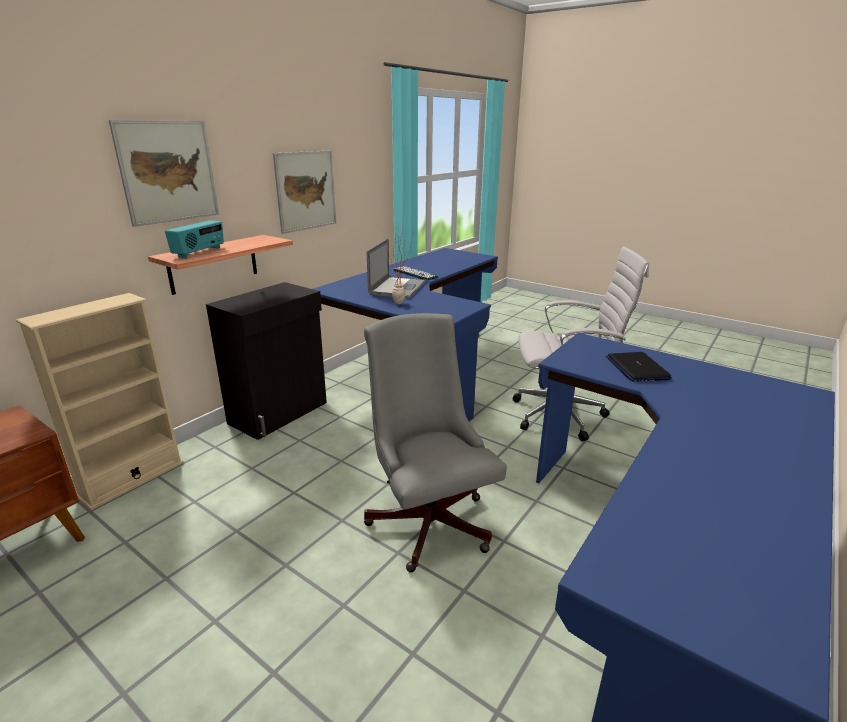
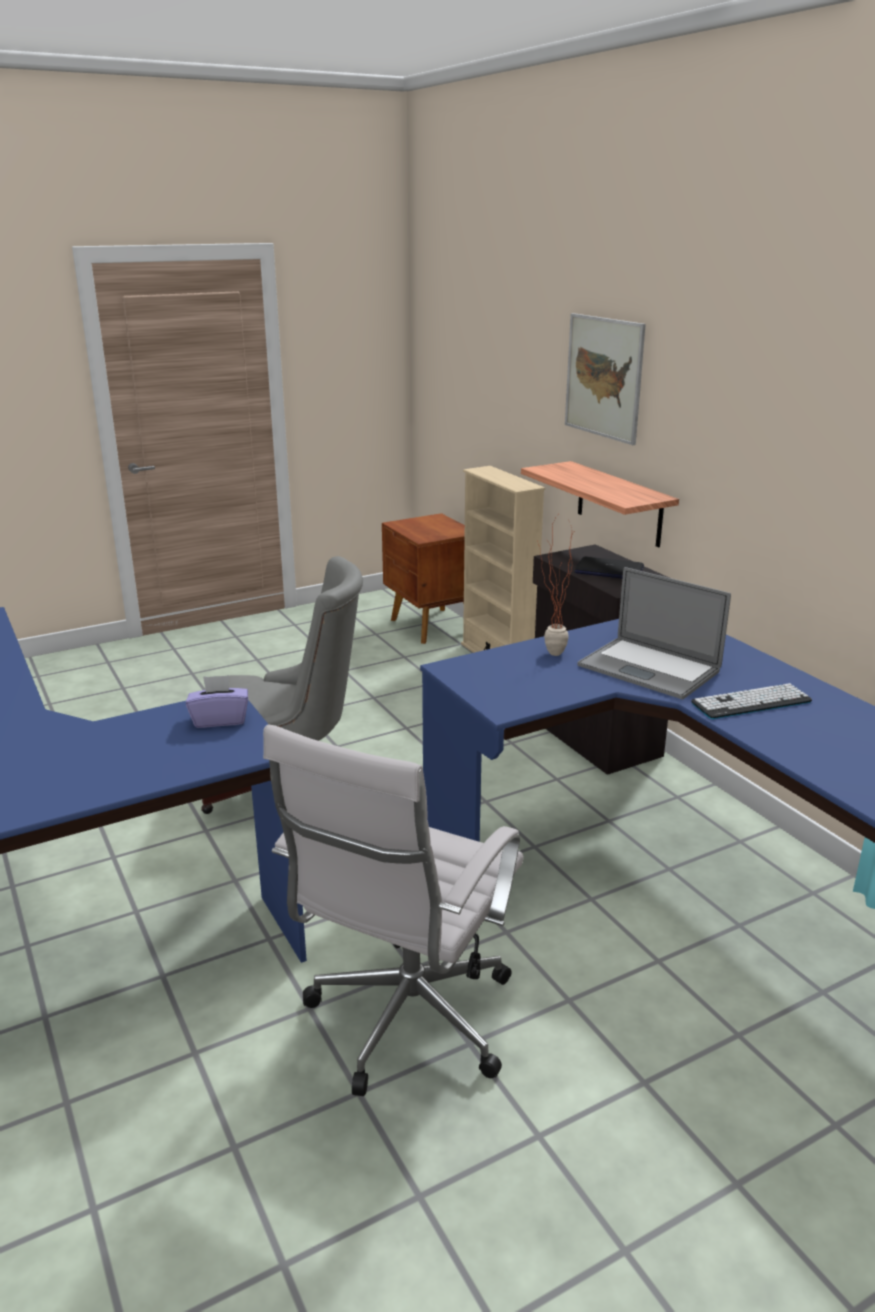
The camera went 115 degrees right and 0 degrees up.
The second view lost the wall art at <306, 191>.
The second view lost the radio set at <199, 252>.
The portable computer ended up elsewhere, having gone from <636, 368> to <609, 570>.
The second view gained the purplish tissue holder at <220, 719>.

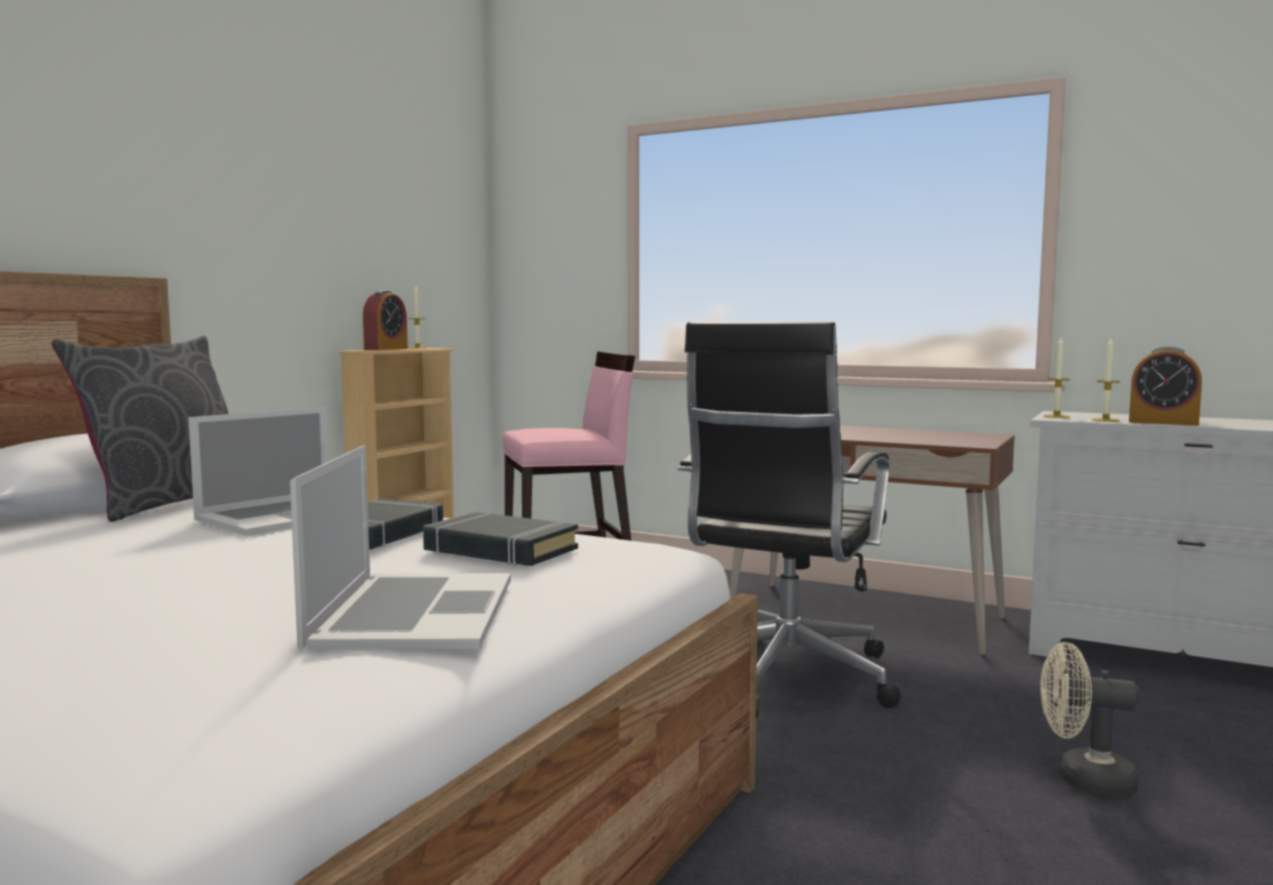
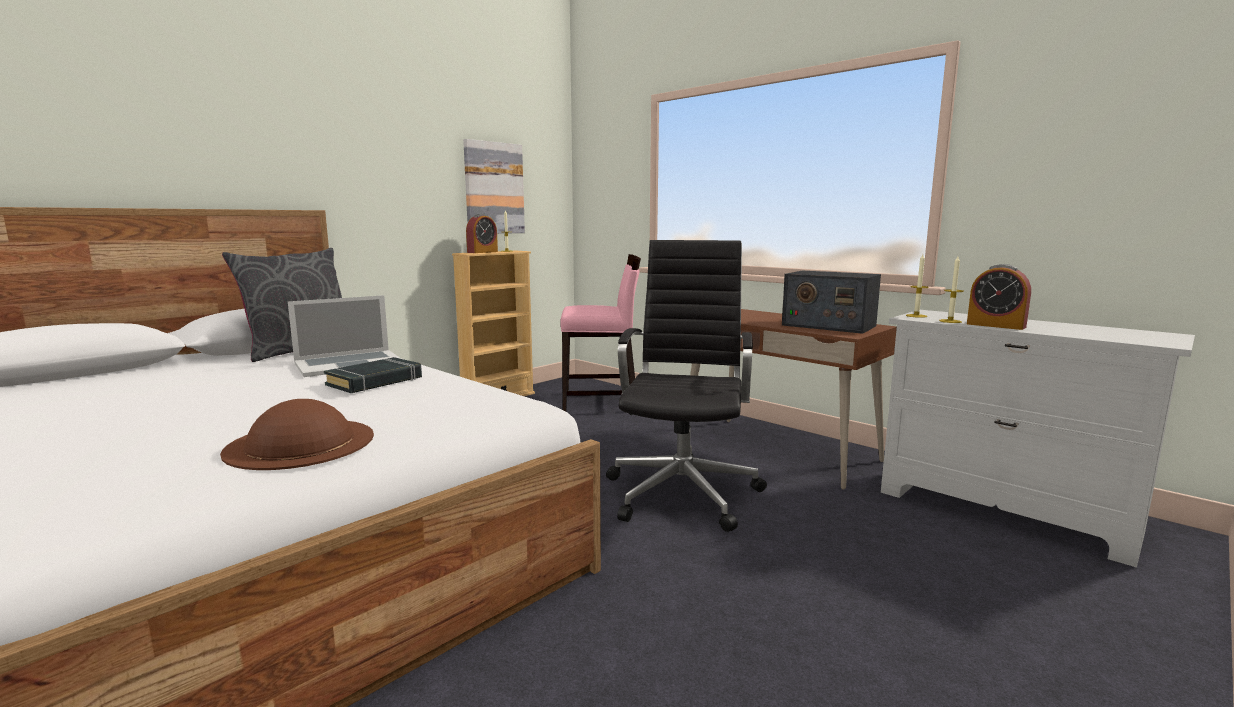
The camera went 15 degrees right and 5 degrees up.
The black office chair at <783, 678> ended up facing another way, 150 degrees clockwise from before.
Where the portable computer stood at <413, 612>, the brown hat came to stand at <300, 443>.
The second view lost the black bound book at <499, 550>.
The second view lost the beige cooling fan at <1083, 779>.
The second view gained the wall art at <494, 188>.
The second view gained the radio set at <828, 325>.

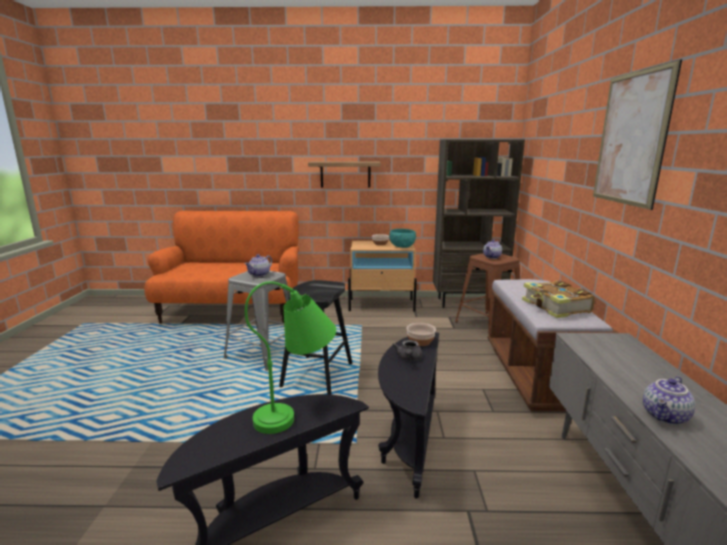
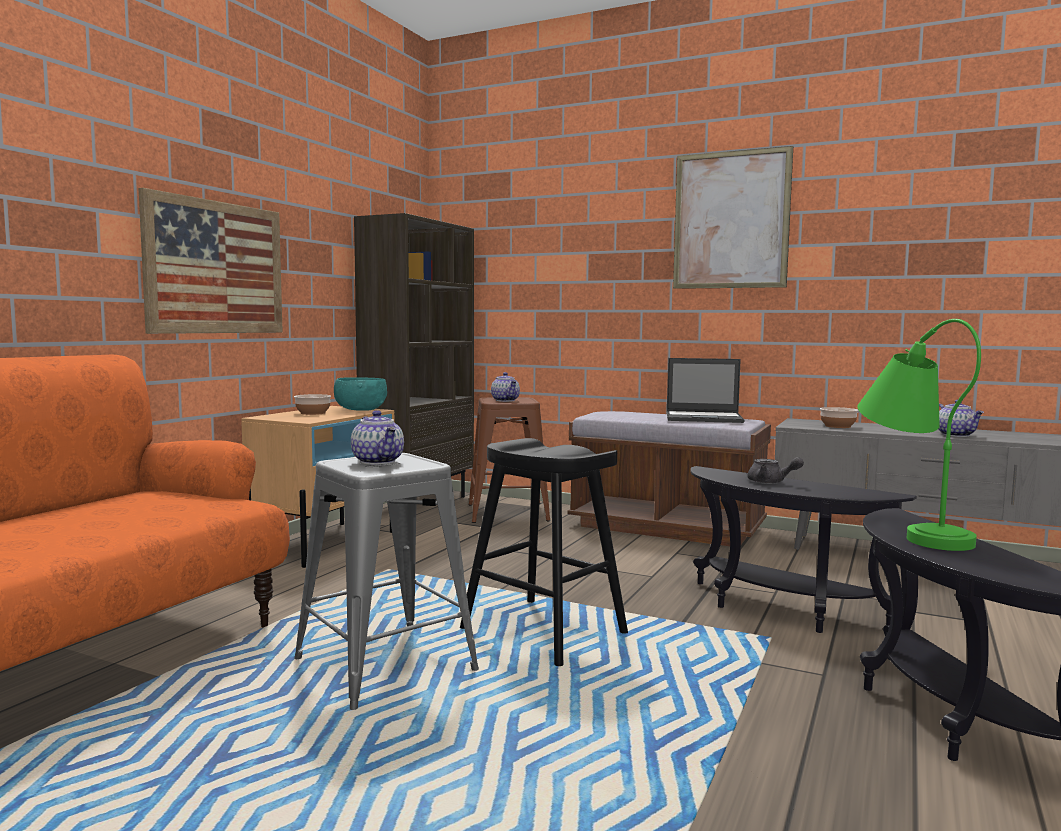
The camera went 65 degrees left and 10 degrees down.
Where the wall shelf hung at <345, 174>, the wall art came to hang at <215, 267>.
Where the bound book stood at <555, 307>, the portable computer came to stand at <704, 418>.
The deep dish ended up elsewhere, having gone from <420, 341> to <838, 426>.

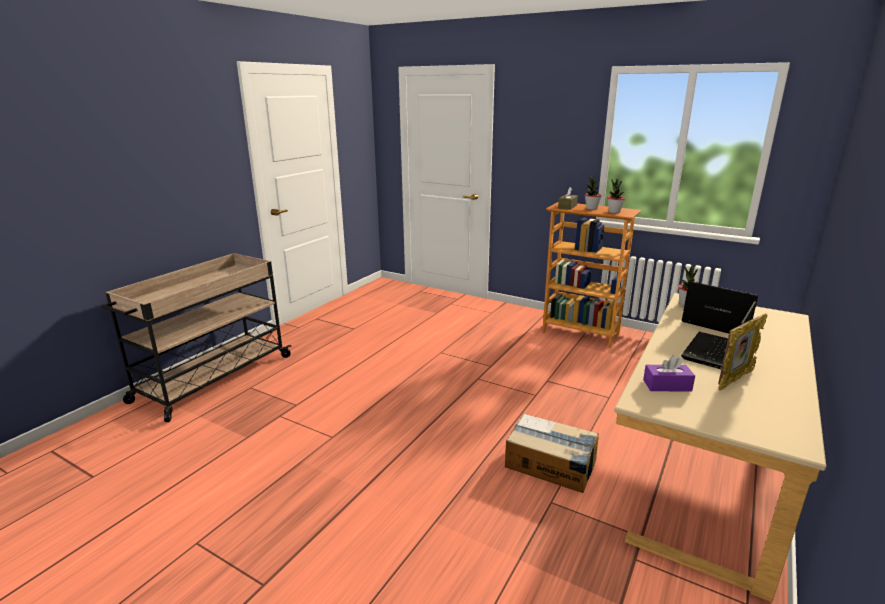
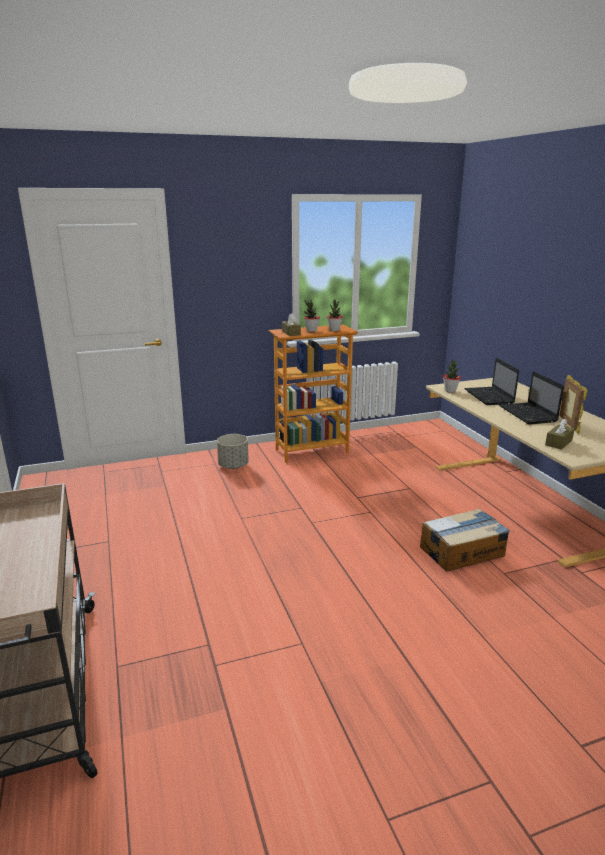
The camera went 50 degrees left and 0 degrees up.
The portable computer at <717, 324> ended up facing another way, 90 degrees counterclockwise from before.
What was the purplish tissue holder at <667, 385> turned into the brown tissue holder at <558, 442>.
The second view gained the grey flower pot at <233, 465>.

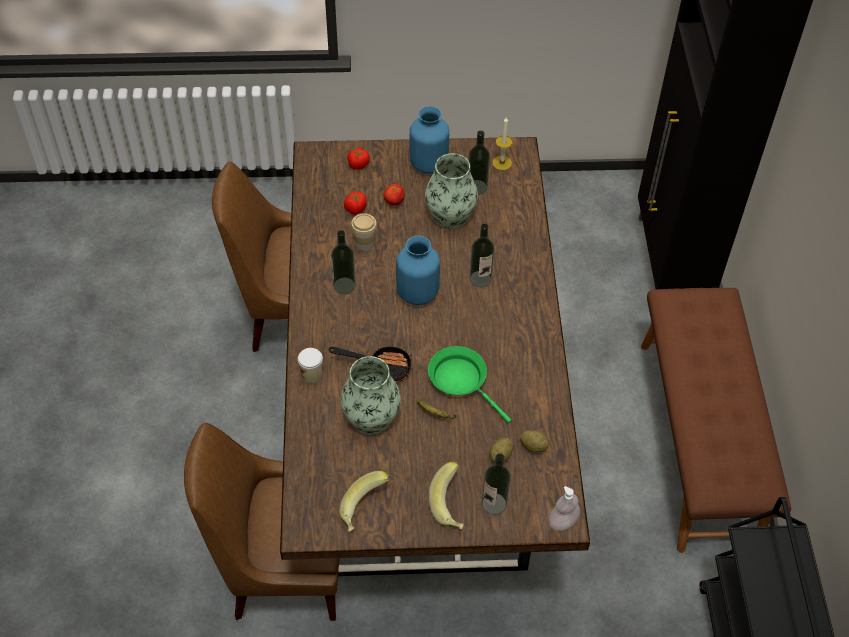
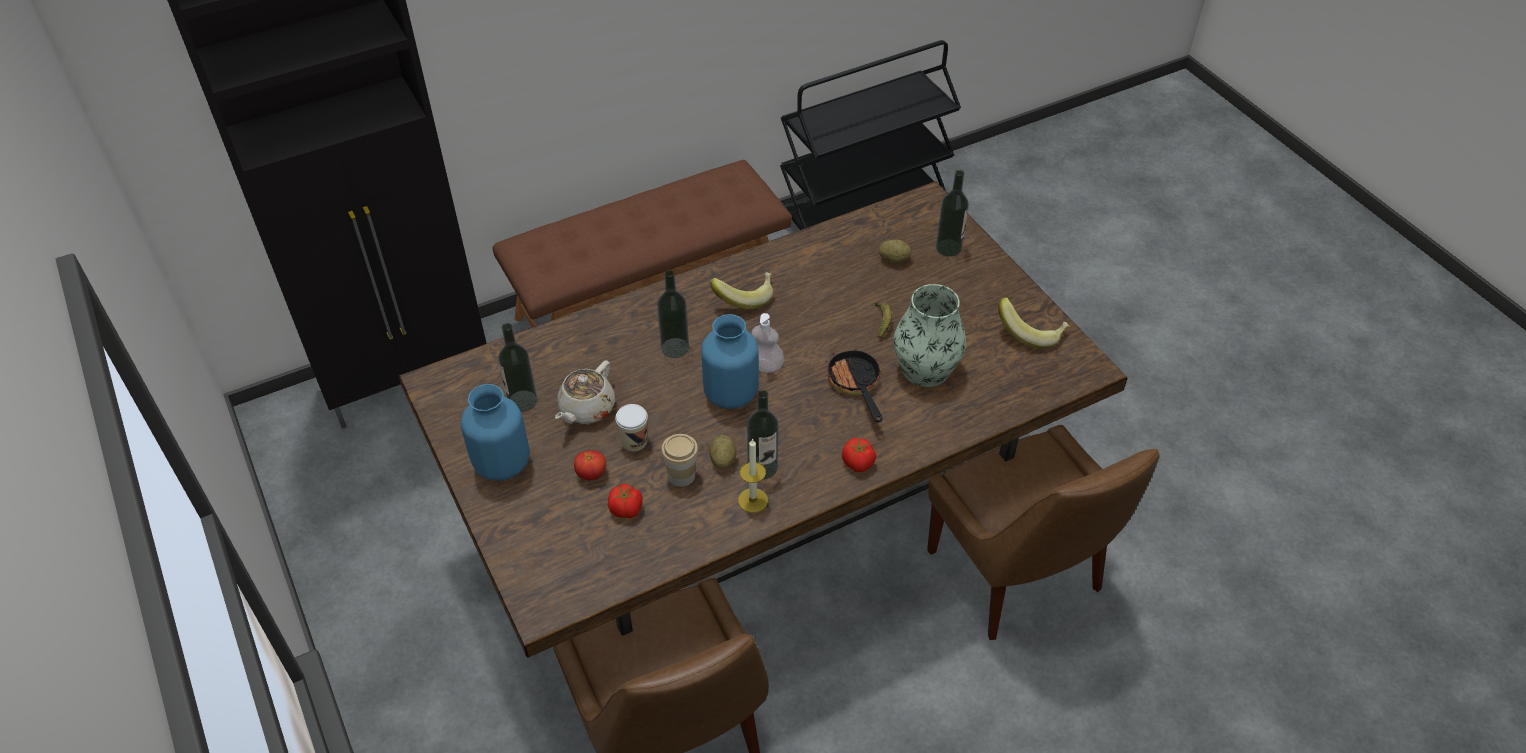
The camera went 115 degrees left and 5 degrees down.
The candle ended up elsewhere, having gone from <502, 163> to <753, 500>.
The fresh tomato ended up elsewhere, having gone from <358, 165> to <858, 464>.
Where the vase stood at <450, 215>, the beige pot for tea came to stand at <586, 409>.
The second view lost the green skillet at <461, 380>.
The cup ended up elsewhere, having gone from <311, 375> to <634, 441>.
The whole potato ended up elsewhere, having gone from <533, 446> to <723, 460>.
The banana ended up elsewhere, having gone from <451, 505> to <744, 297>.
The soap bottle ended up elsewhere, having gone from <563, 522> to <765, 365>.

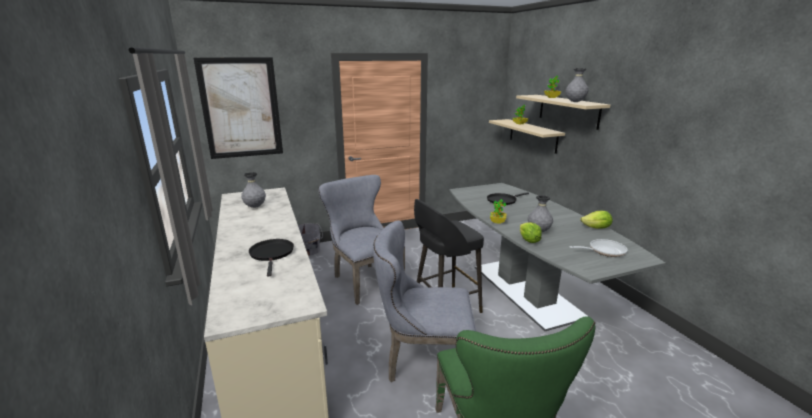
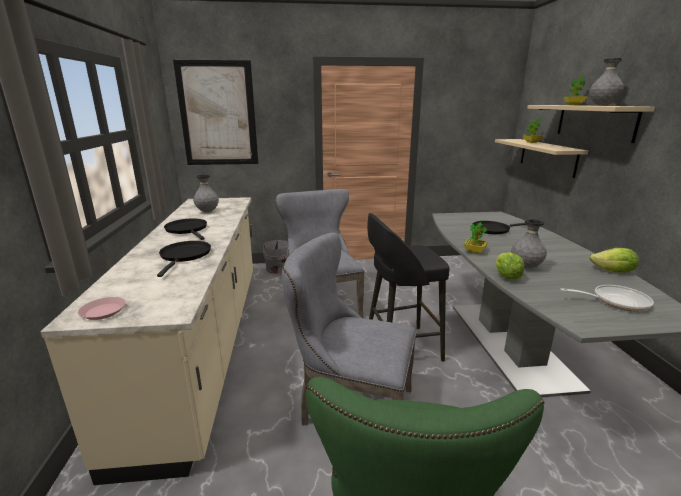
The camera went 15 degrees right and 0 degrees up.
The second view gained the black skillet at <187, 229>.
The second view gained the pink-coloured flat dish at <103, 311>.

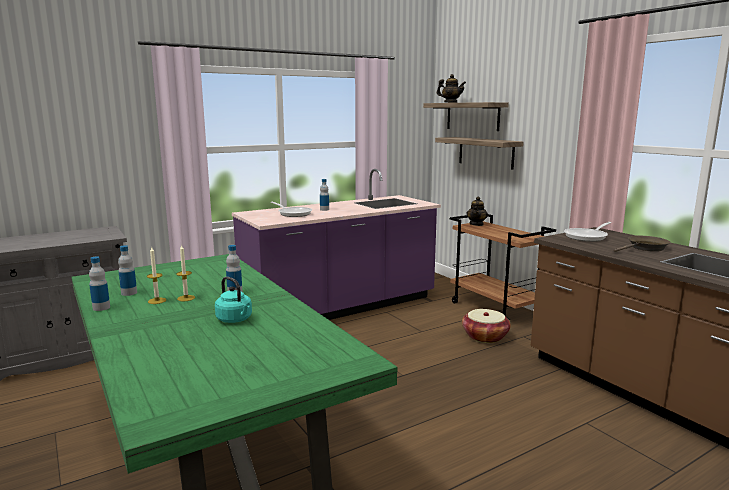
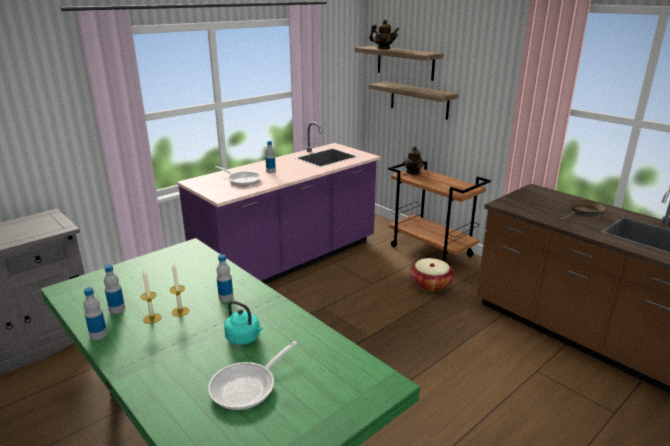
The camera went 10 degrees left and 10 degrees up.
The skillet ended up elsewhere, having gone from <587, 237> to <248, 386>.

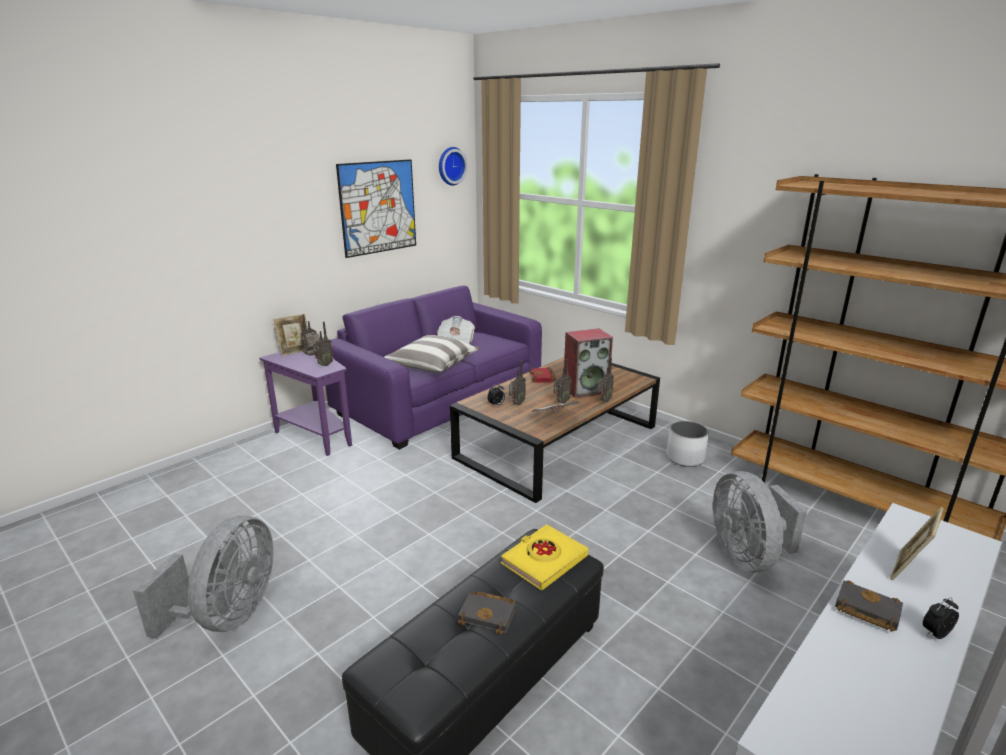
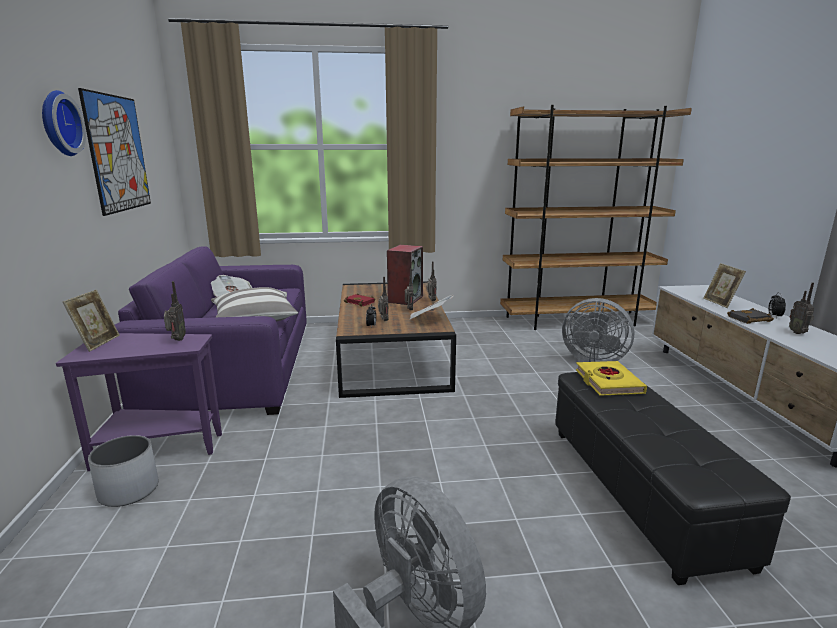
The camera went 50 degrees left and 5 degrees down.
The clock on the wall ended up elsewhere, having gone from <450, 166> to <58, 123>.
The radio set ended up elsewhere, having gone from <313, 355> to <798, 332>.
The whitish flower pot ended up elsewhere, having gone from <685, 458> to <129, 490>.
The second view lost the black bound book at <489, 615>.

